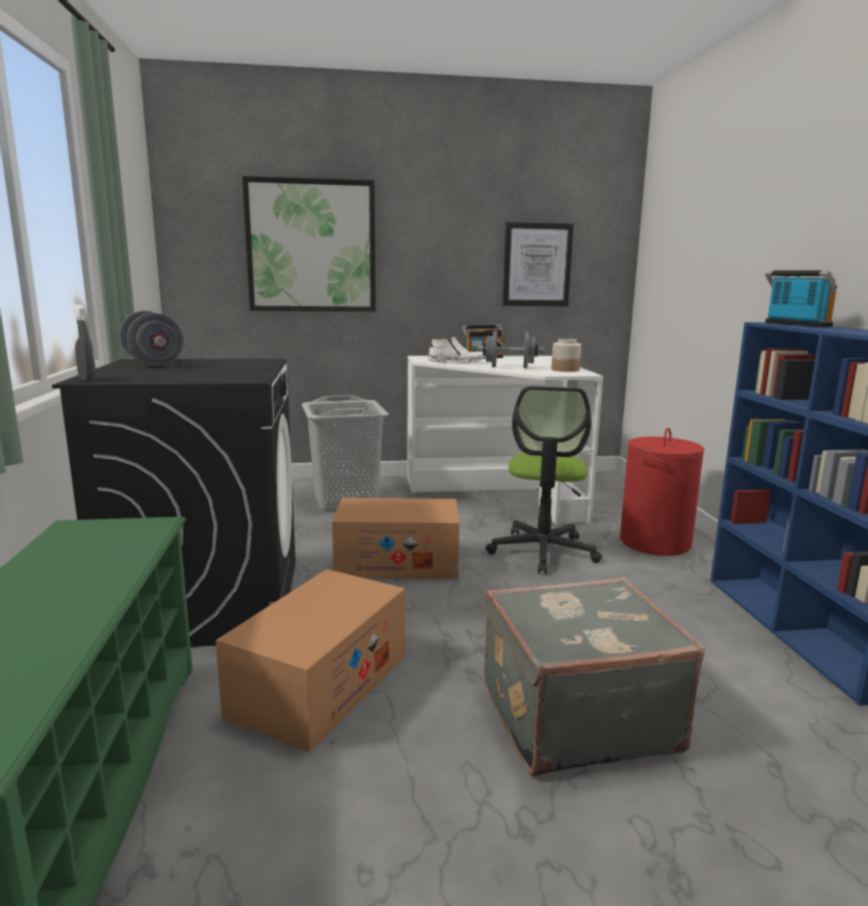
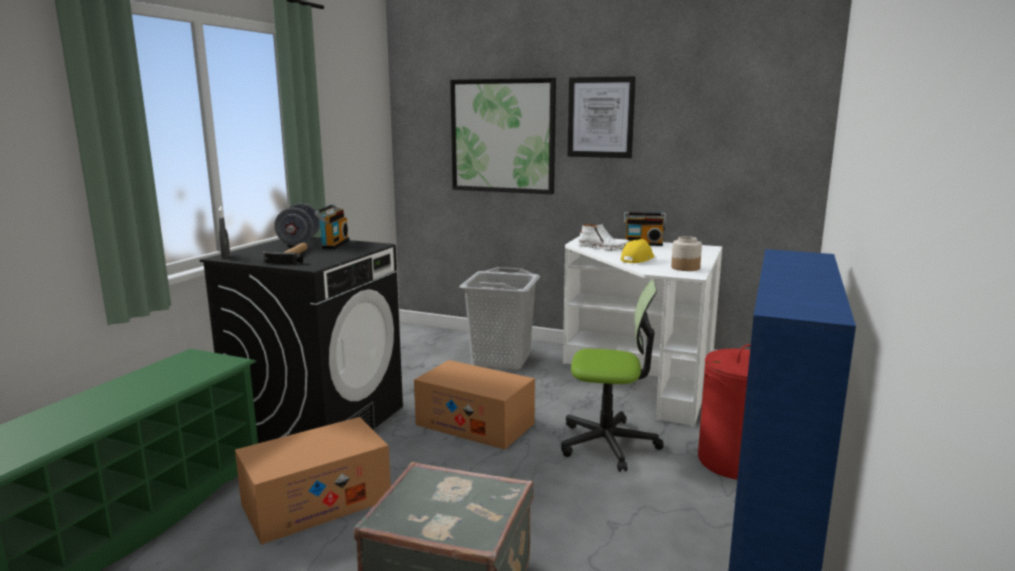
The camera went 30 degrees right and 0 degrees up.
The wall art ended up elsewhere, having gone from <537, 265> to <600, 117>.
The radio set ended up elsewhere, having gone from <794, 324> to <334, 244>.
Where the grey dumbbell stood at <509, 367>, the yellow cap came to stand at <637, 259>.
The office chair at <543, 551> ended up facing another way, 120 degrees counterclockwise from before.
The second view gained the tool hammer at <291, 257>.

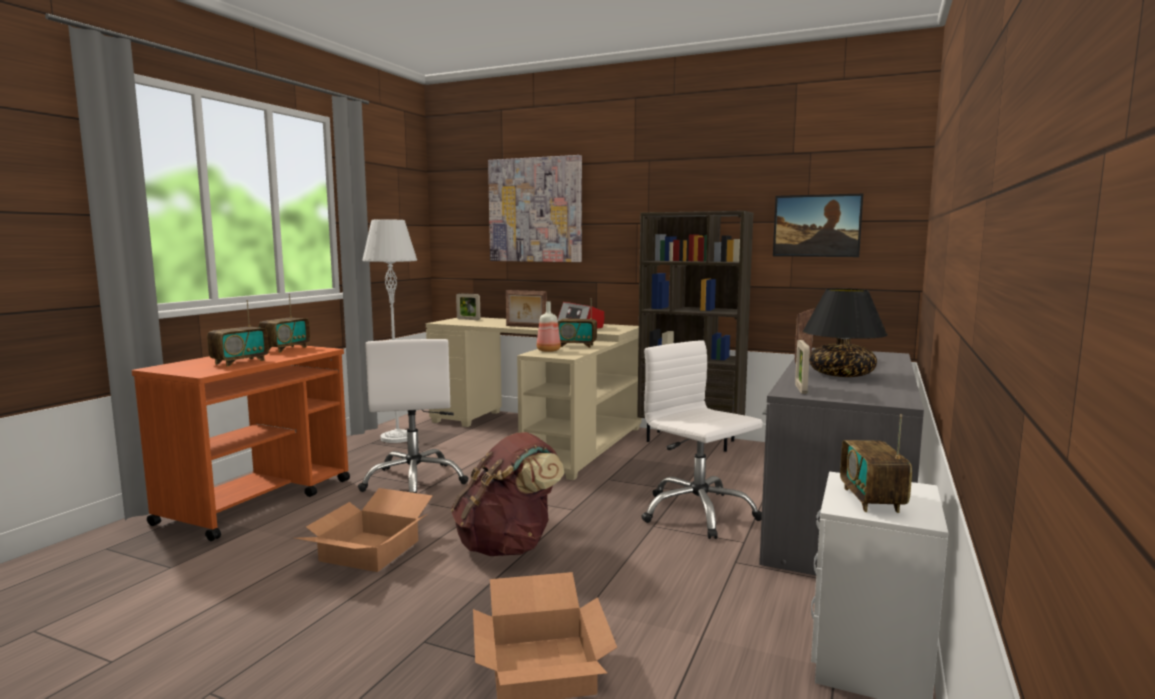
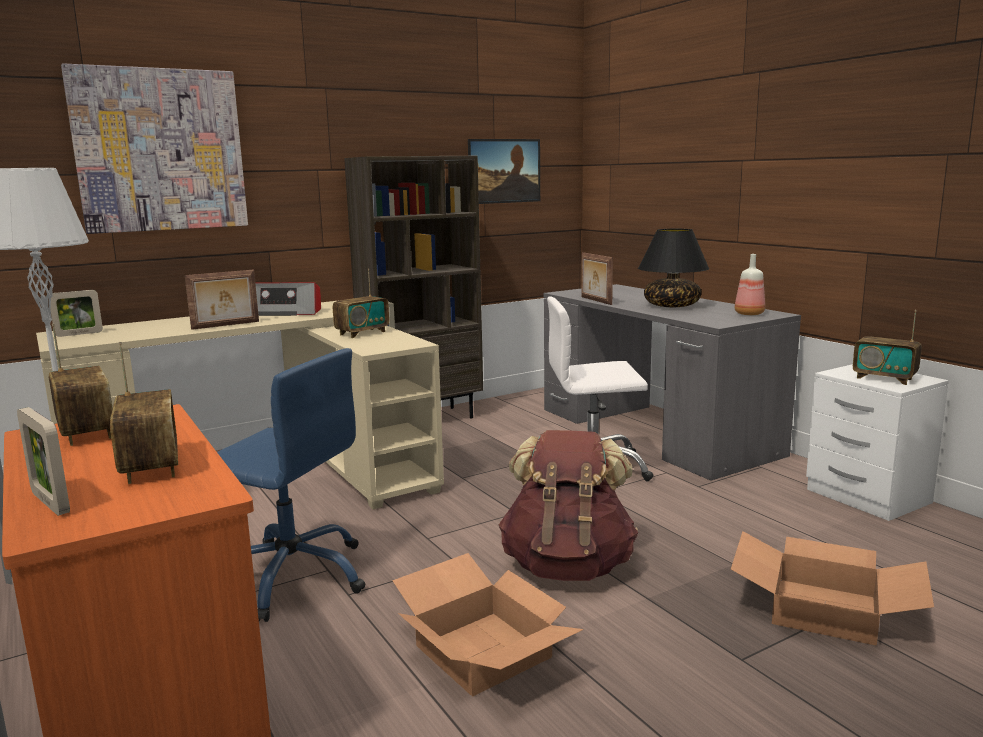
The camera went 55 degrees left and 5 degrees up.
The bottle ended up elsewhere, having gone from <548, 350> to <748, 314>.
What was the whitish office chair at <415, 481> turned into the blue-coloured office chair at <292, 576>.
The picture frame ended up elsewhere, having gone from <800, 389> to <50, 503>.

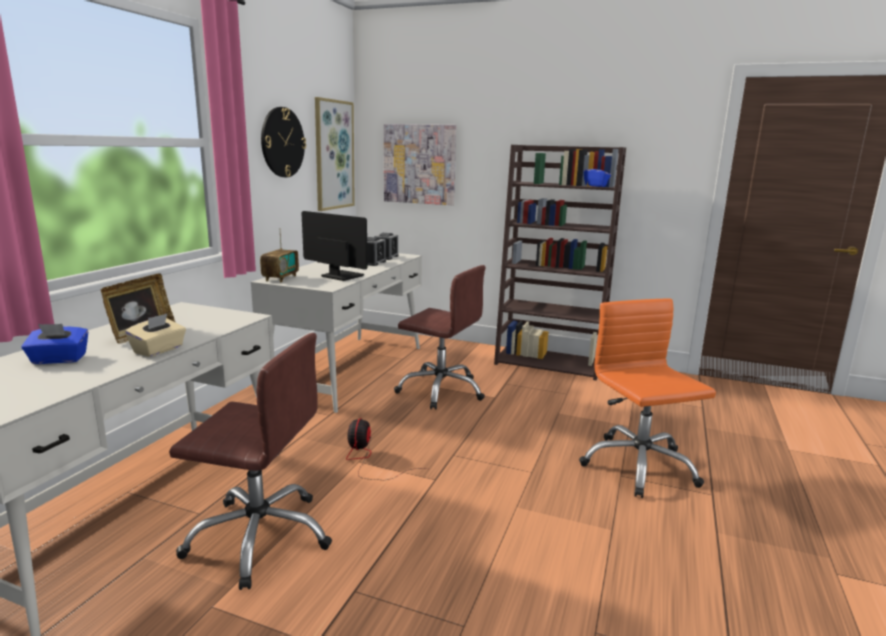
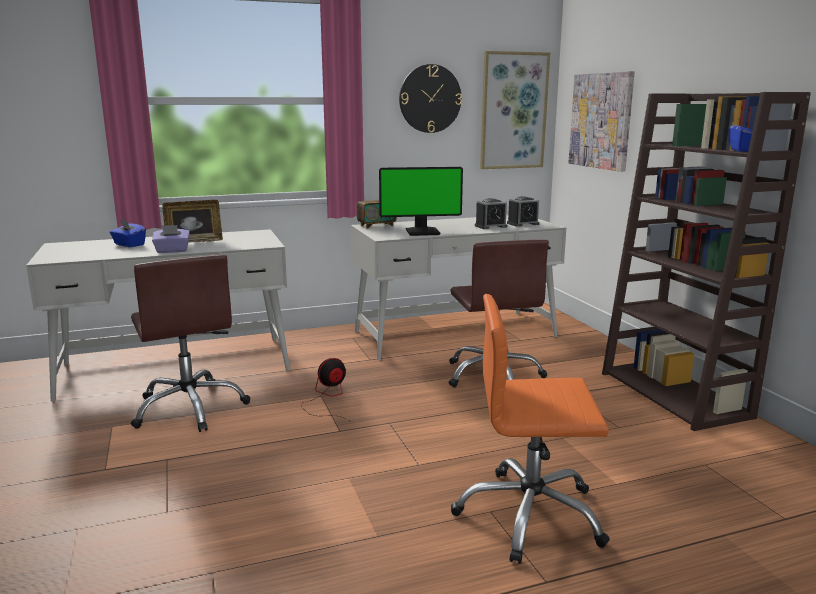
The camera went 50 degrees right and 0 degrees up.
The monitor at <340, 276> ended up facing another way, 90 degrees clockwise from before.
The orangey office chair at <638, 466> ended up facing another way, 120 degrees counterclockwise from before.
What was the beige tissue holder at <159, 350> turned into the purplish tissue holder at <172, 251>.

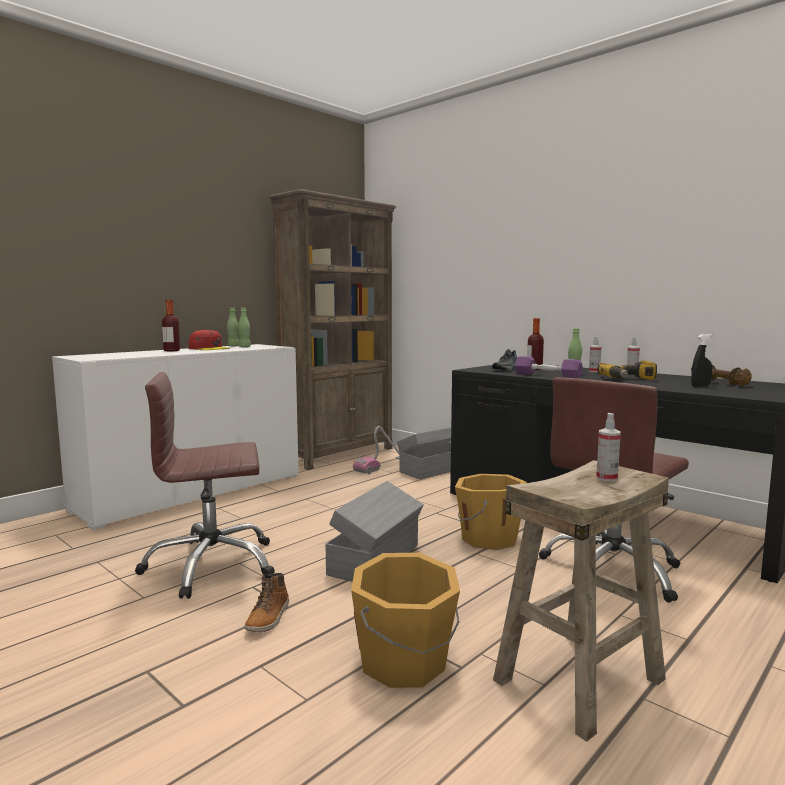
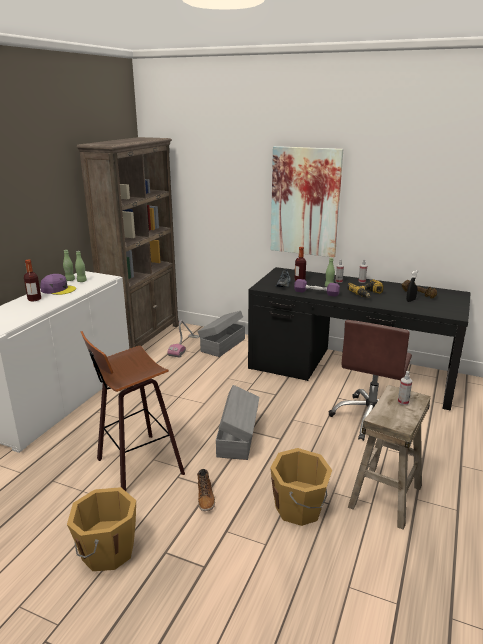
The camera went 20 degrees left and 15 degrees up.
What was the red-coloured cap at <209, 348> turned into the purplish cap at <58, 289>.
Where the brown office chair stood at <211, 565>, the stool came to stand at <136, 466>.
The orangey water bucket ended up elsewhere, having gone from <488, 538> to <107, 551>.
The second view gained the wall art at <305, 202>.

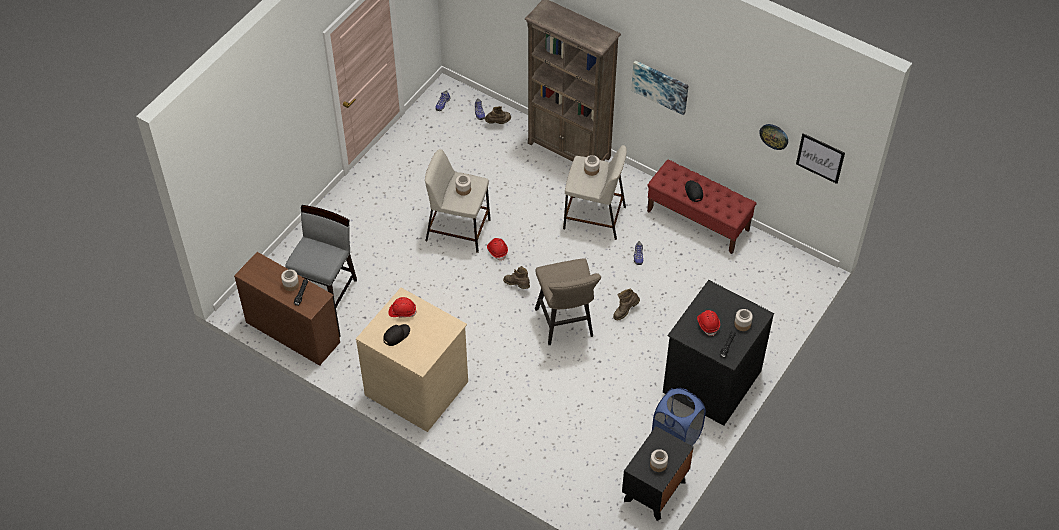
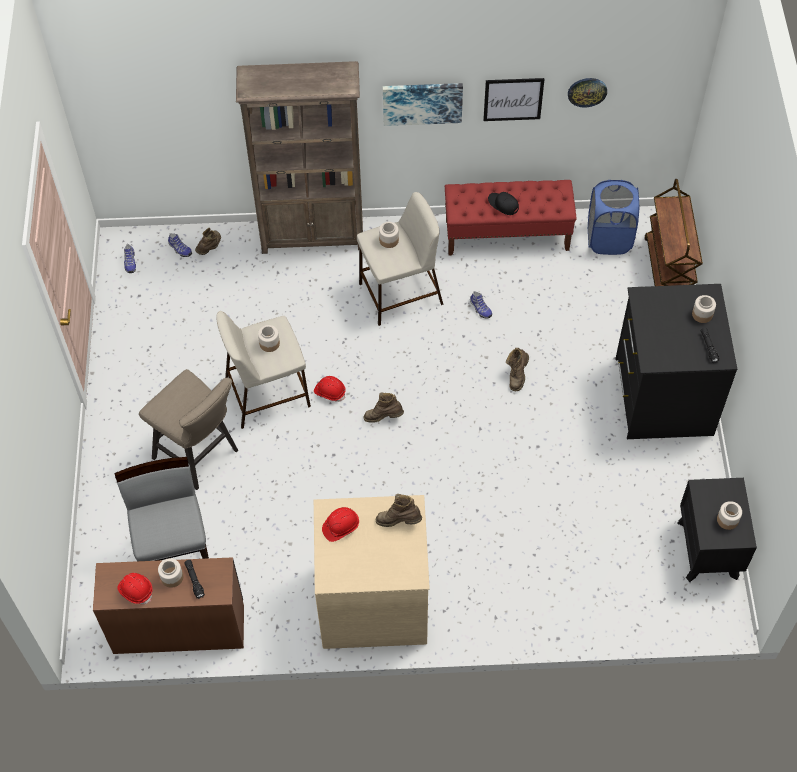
The camera went 35 degrees left and 5 degrees up.
The wall art ended up elsewhere, having gone from <820, 158> to <513, 99>.
The beige stool ended up elsewhere, having gone from <566, 326> to <200, 456>.
The red-coloured safety helmet ended up elsewhere, having gone from <708, 324> to <136, 590>.
The second view lost the black cap at <396, 335>.
The blue-coloured laundry basket ended up elsewhere, having gone from <676, 436> to <609, 239>.
The second view gained the brown trolley at <668, 271>.
The second view gained the brown boot at <399, 521>.

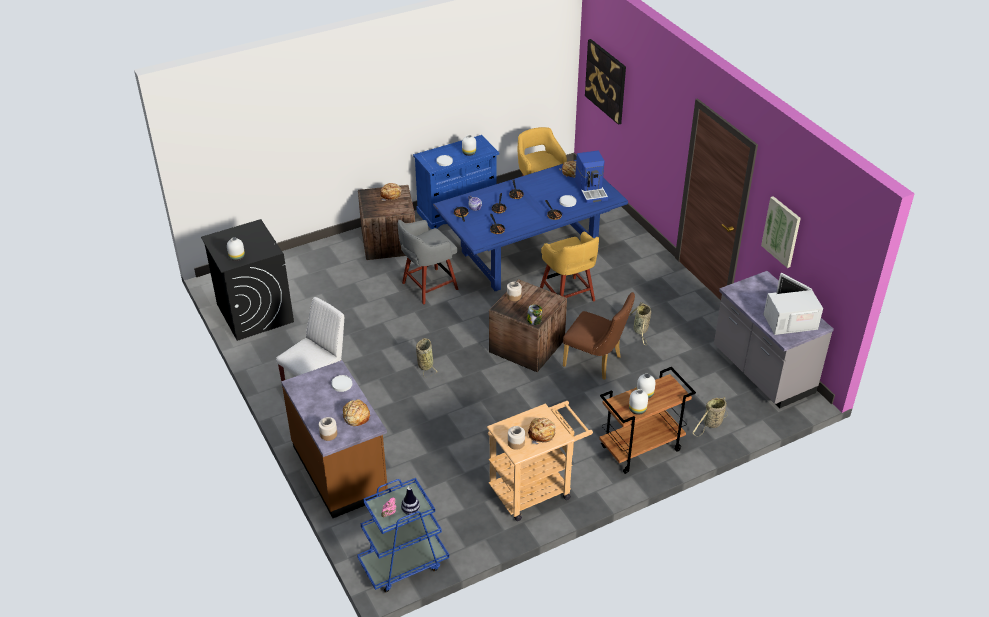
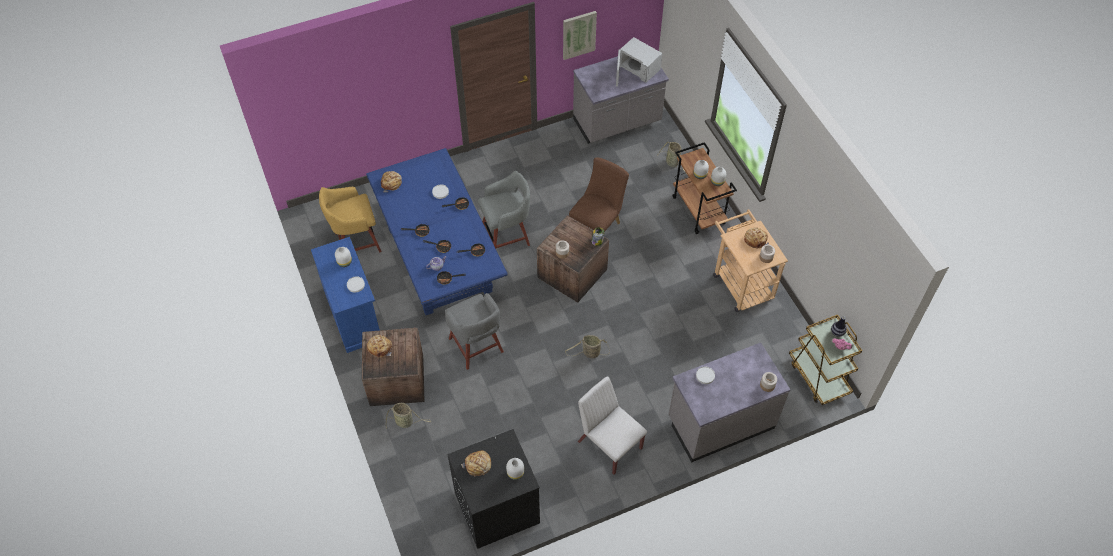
The camera went 85 degrees left and 15 degrees up.
The second view lost the wall art at <606, 81>.
The second view lost the coffee brewer at <591, 190>.
What was the yellow stool at <567, 296> turned into the grey stool at <507, 236>.
The whitish kitchen microwave at <790, 321> ended up facing another way, 45 degrees counterclockwise from before.
The household basket ended up elsewhere, having gone from <640, 331> to <405, 422>.
What was the brown kitchen base unit at <341, 470> turned into the grey kitchen base unit at <720, 422>.
The bakery bread ended up elsewhere, having gone from <356, 416> to <478, 465>.
What was the blue-coloured trolley at <403, 563> turned into the brown trolley at <818, 376>.

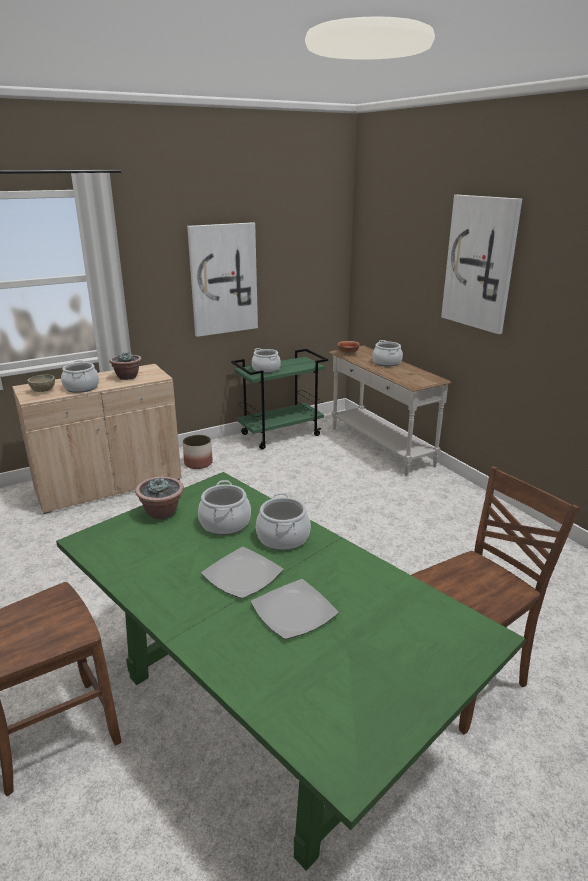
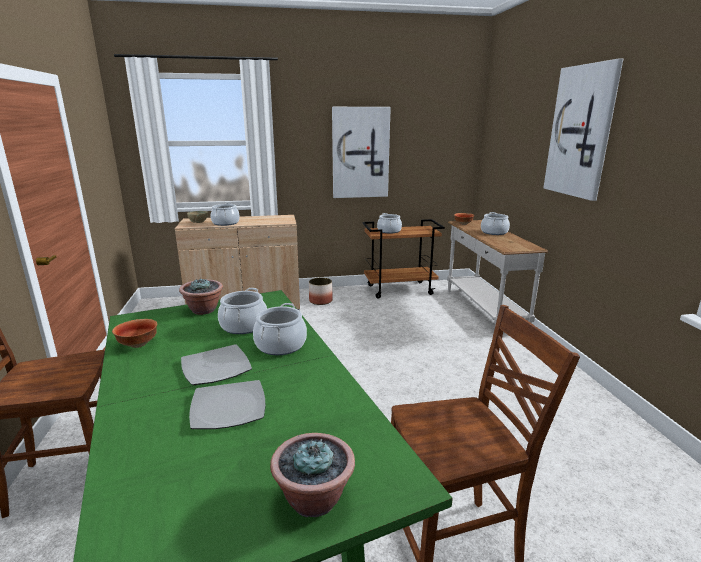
The camera went 20 degrees right and 5 degrees down.
What was the green trolley at <281, 434> turned into the brown trolley at <400, 290>.
The plant in a pot ended up elsewhere, having gone from <127, 377> to <314, 499>.
The second view gained the deep dish at <137, 344>.

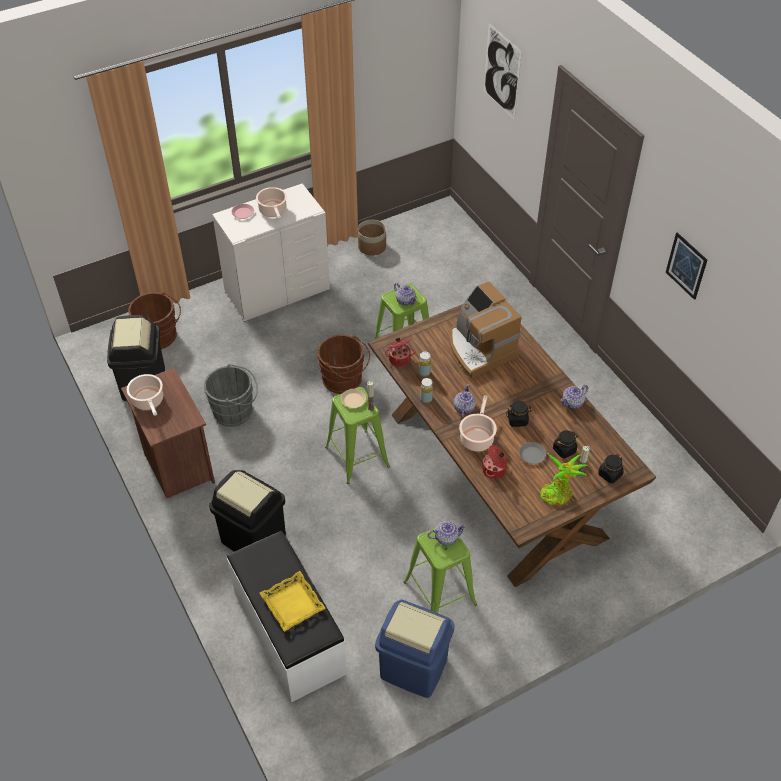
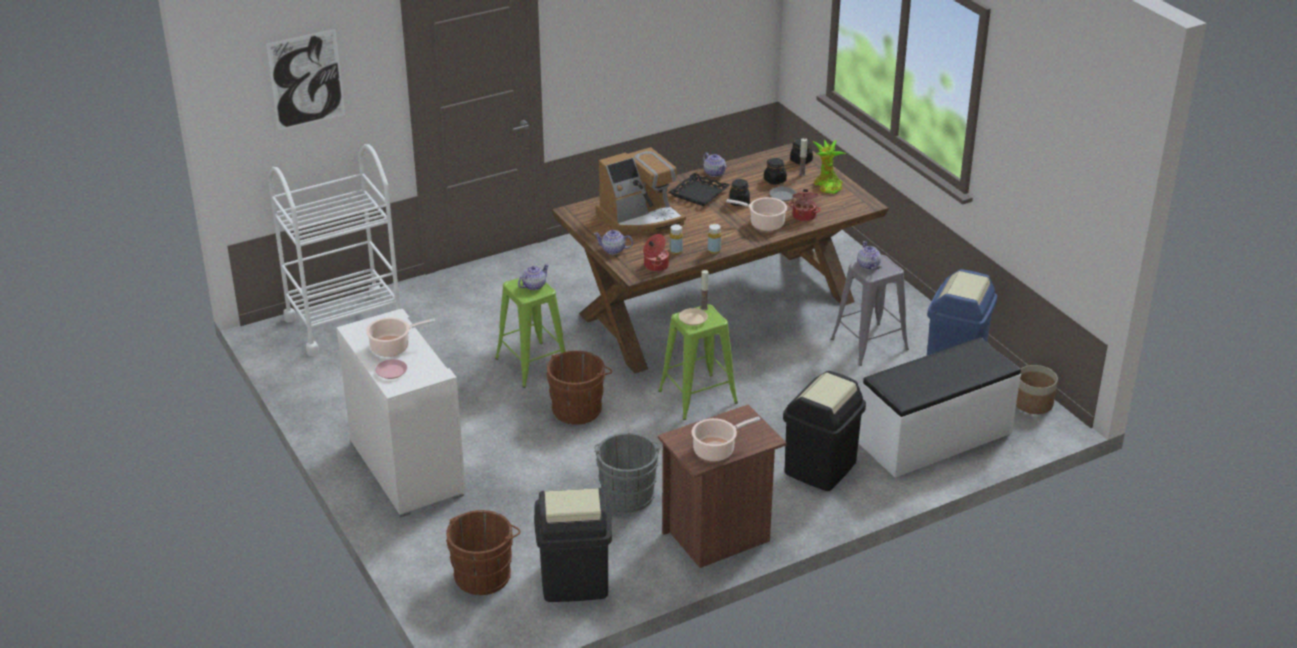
The camera went 90 degrees left and 15 degrees down.
The flower pot ended up elsewhere, having gone from <372, 247> to <1032, 403>.
The second view lost the wall art at <686, 266>.
The pot for tea ended up elsewhere, having gone from <464, 408> to <613, 250>.
What was the green stool at <440, 593> turned into the grey stool at <870, 344>.
The second view lost the yellow carrying tray at <293, 603>.
The second view gained the whitish trolley at <344, 323>.
The second view gained the black carrying tray at <699, 194>.

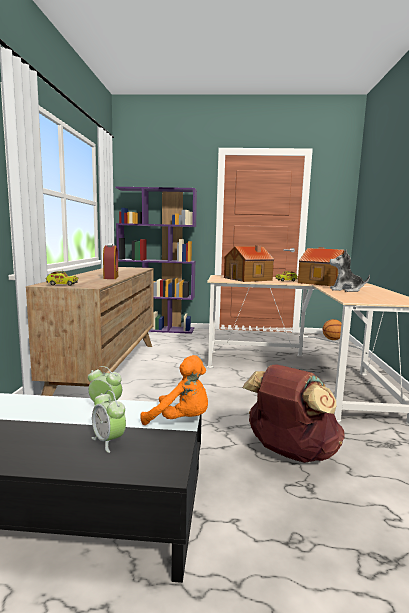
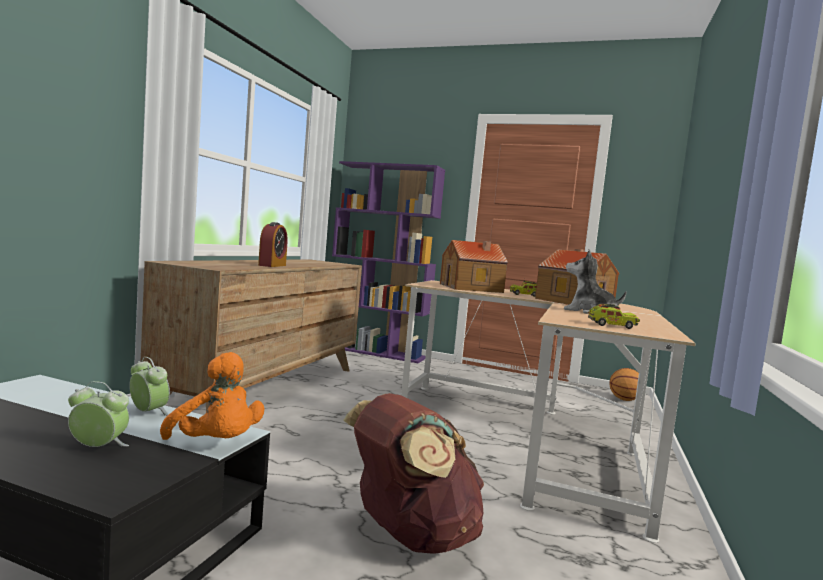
The camera went 15 degrees right and 5 degrees down.
The toy lorry ended up elsewhere, having gone from <62, 284> to <611, 325>.
The table clock at <109, 441> ended up facing another way, 120 degrees clockwise from before.

